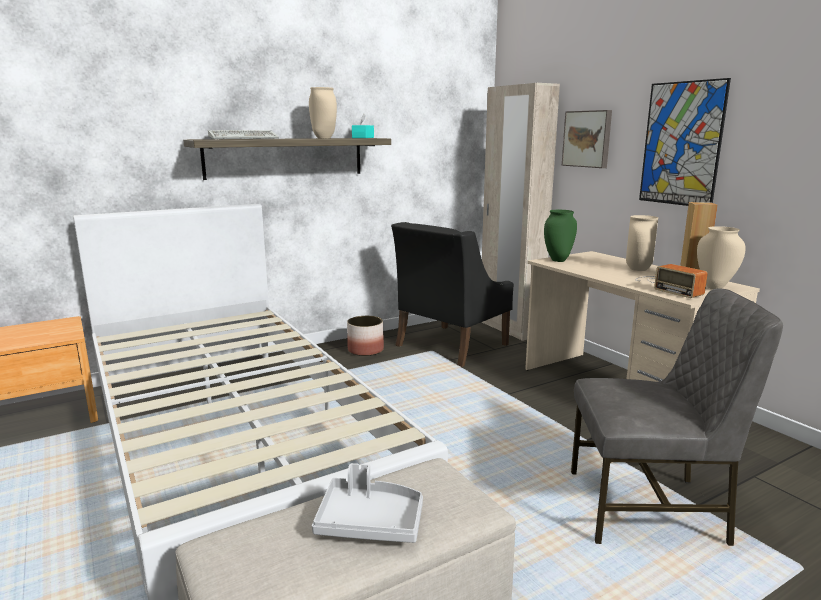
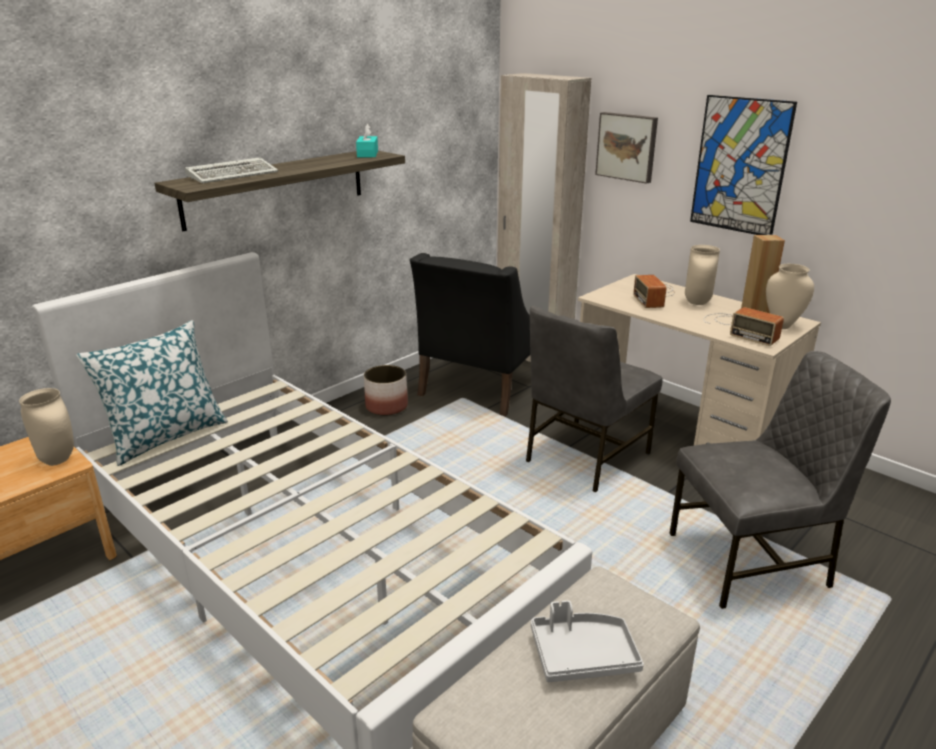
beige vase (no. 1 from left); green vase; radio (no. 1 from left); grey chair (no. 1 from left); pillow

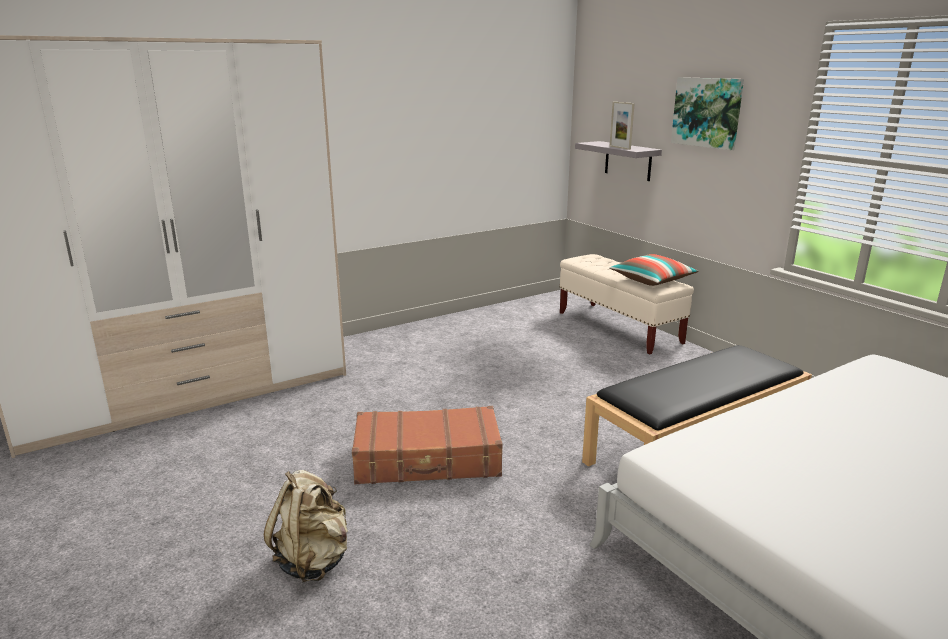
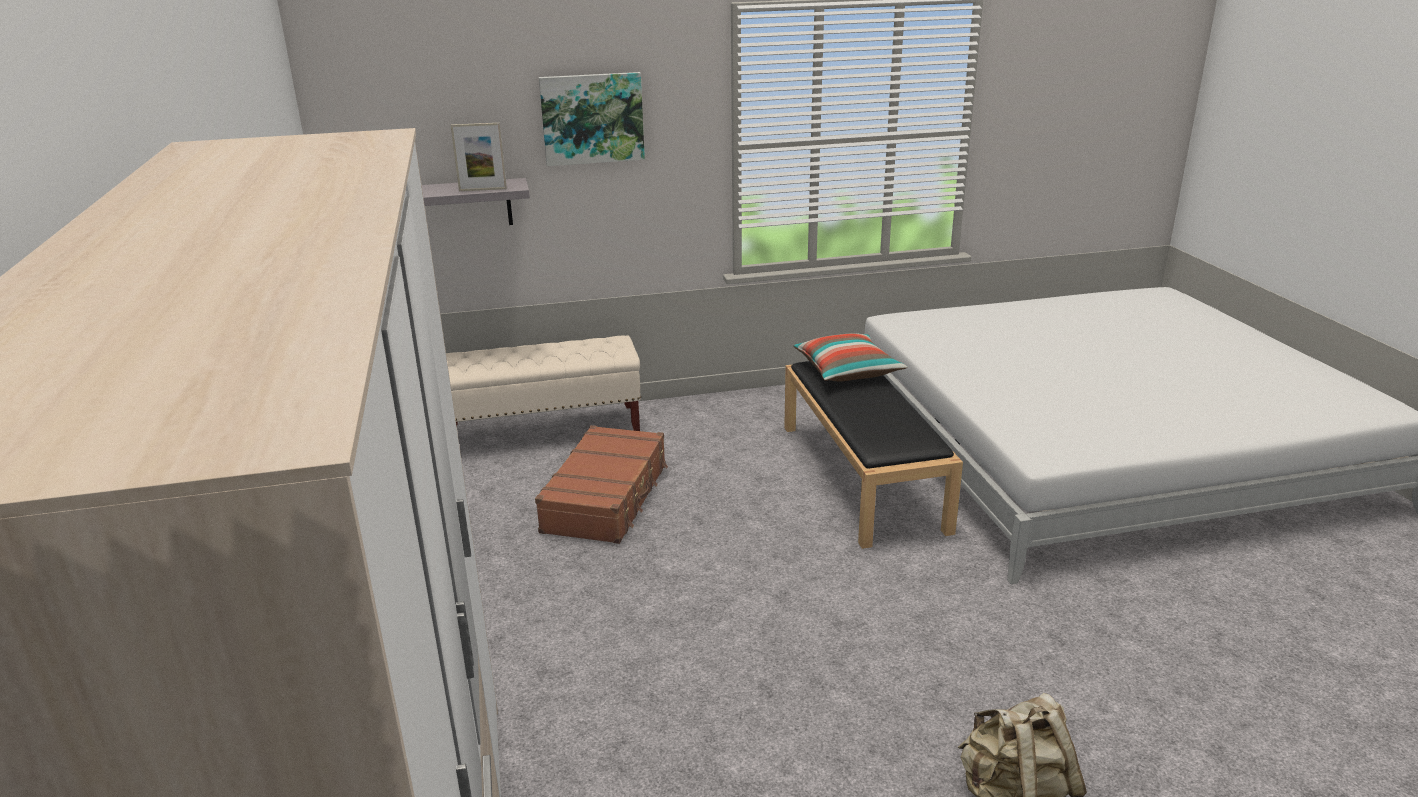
pillow; brown suitcase

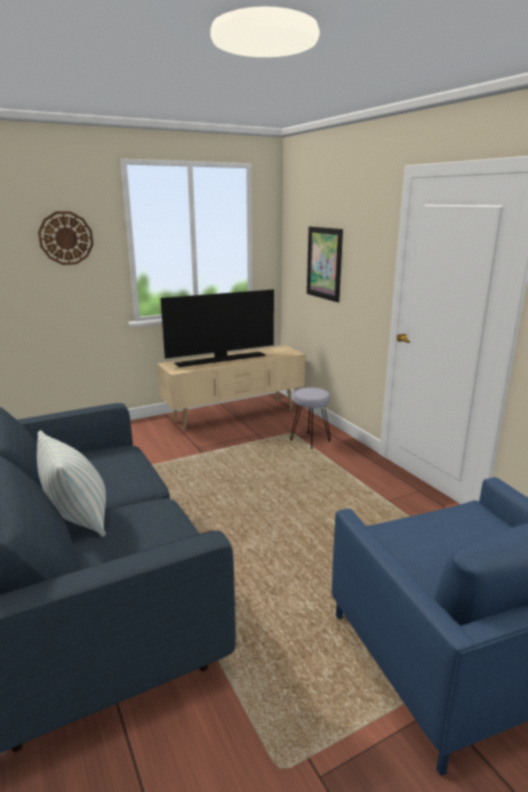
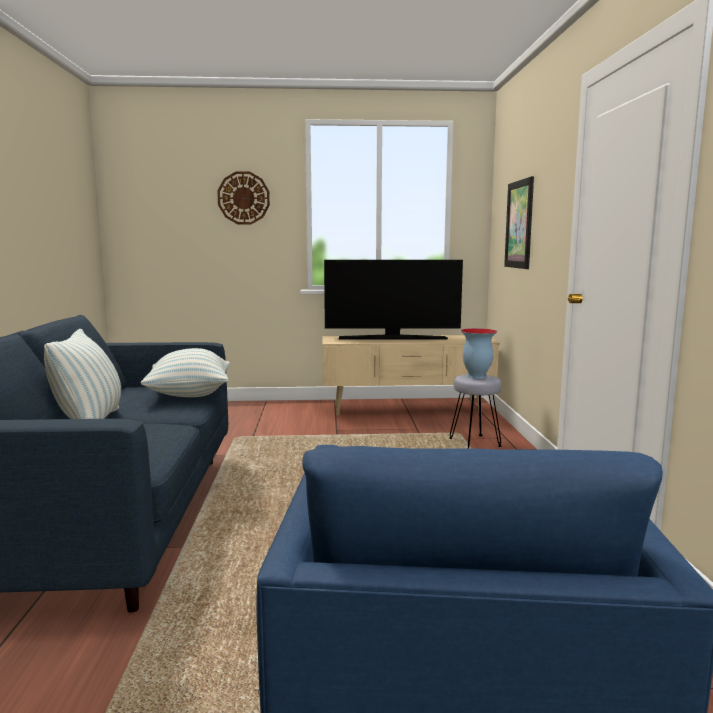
vase; pillow (no. 2 from left)

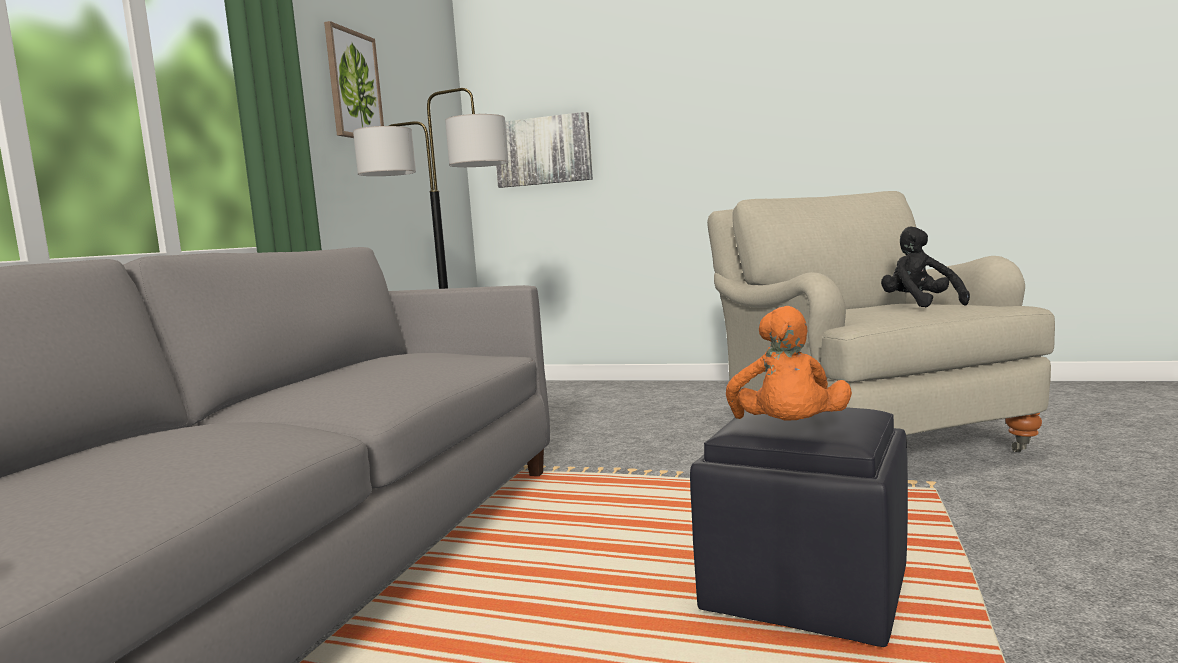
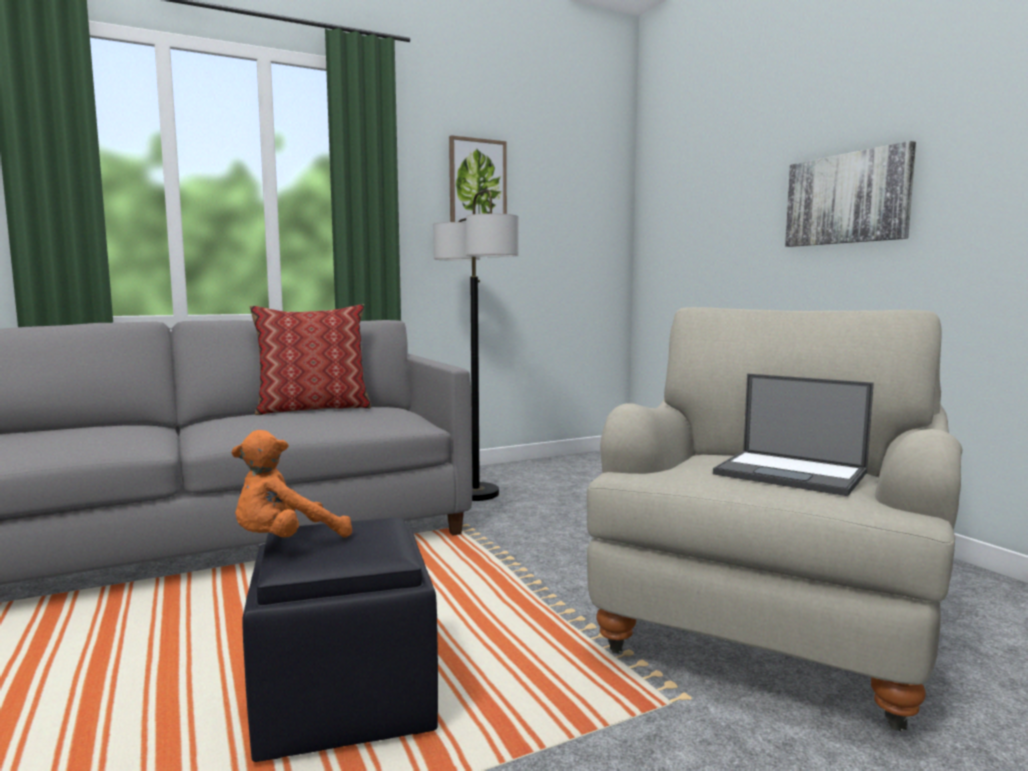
picture (no. 2 from left); laptop; pillow

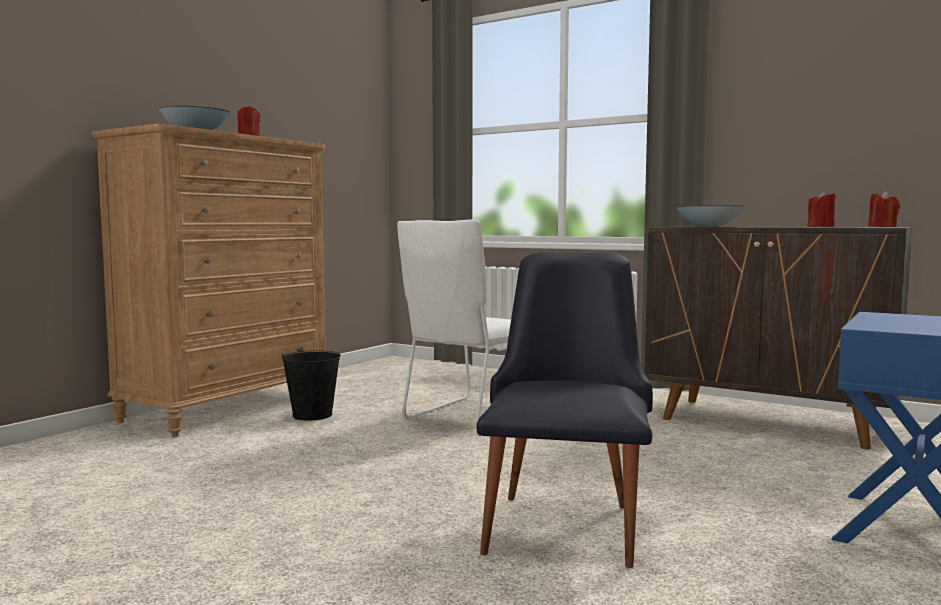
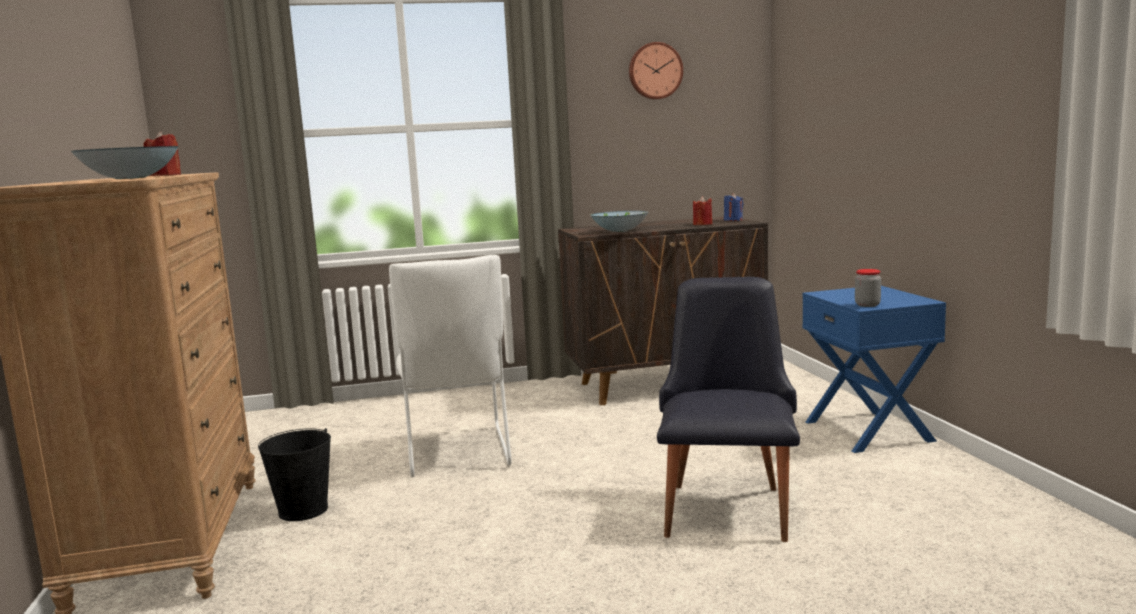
blue candle; black chair; wall clock; jar

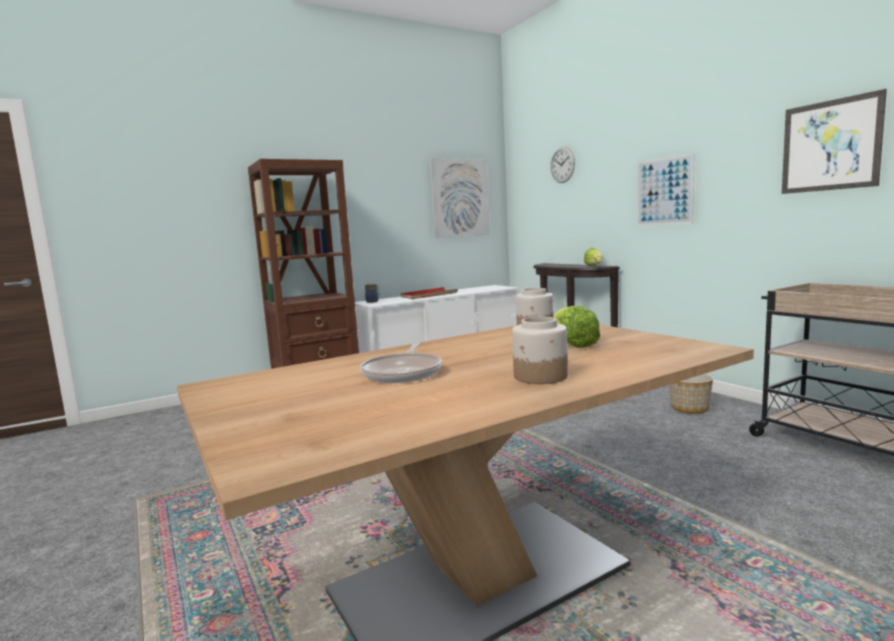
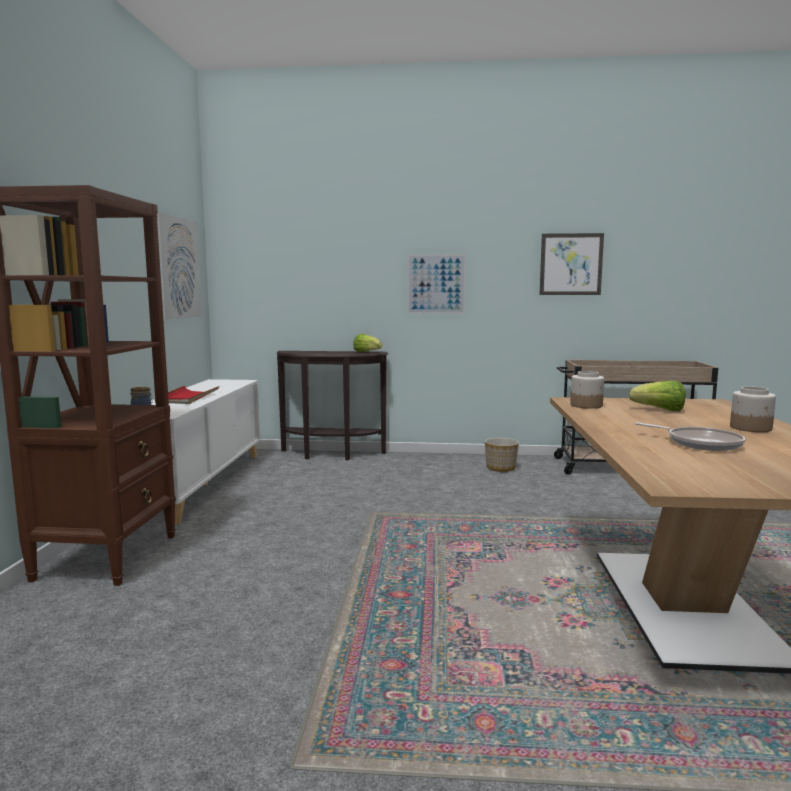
wall clock

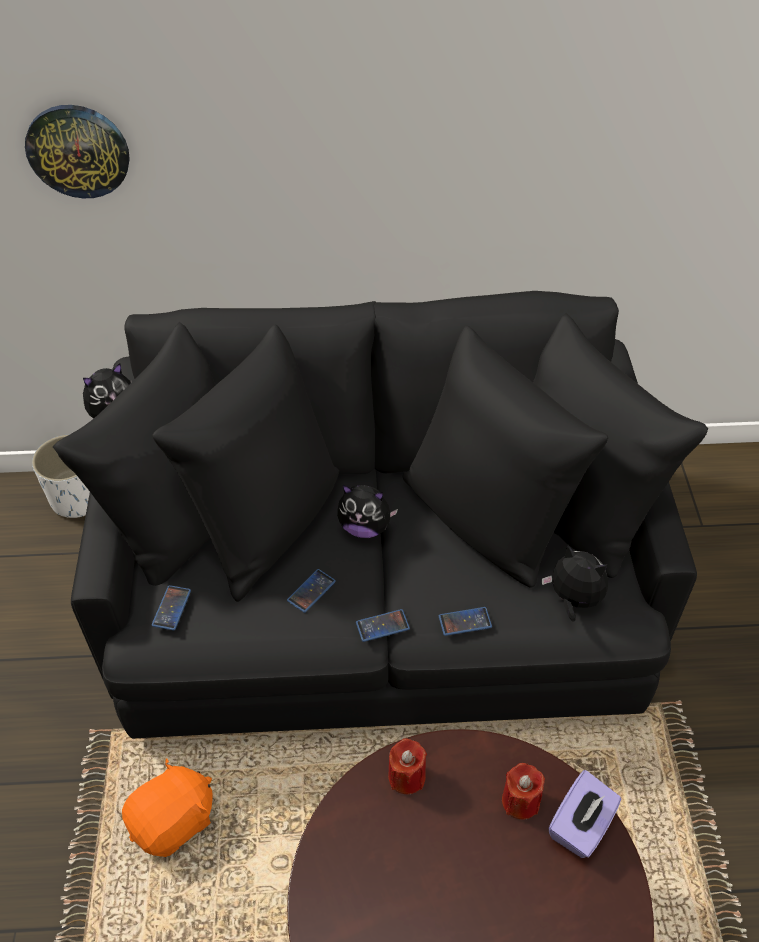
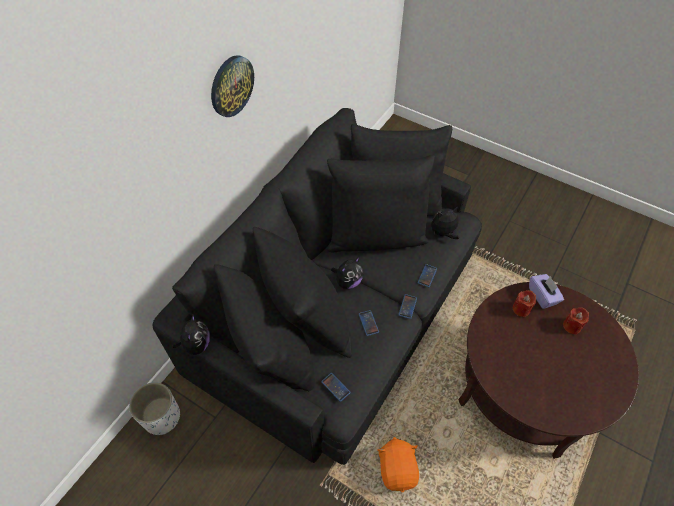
wall clock; red candle (no. 2 from left)

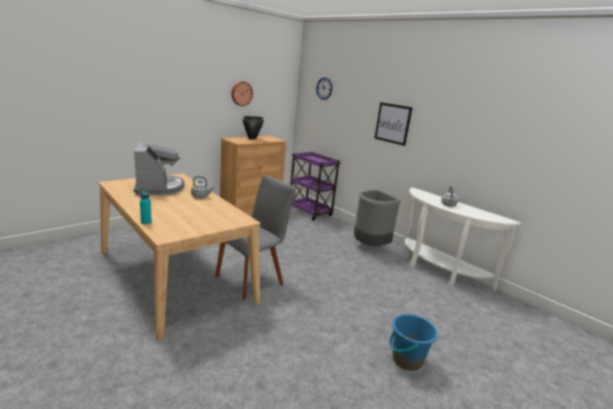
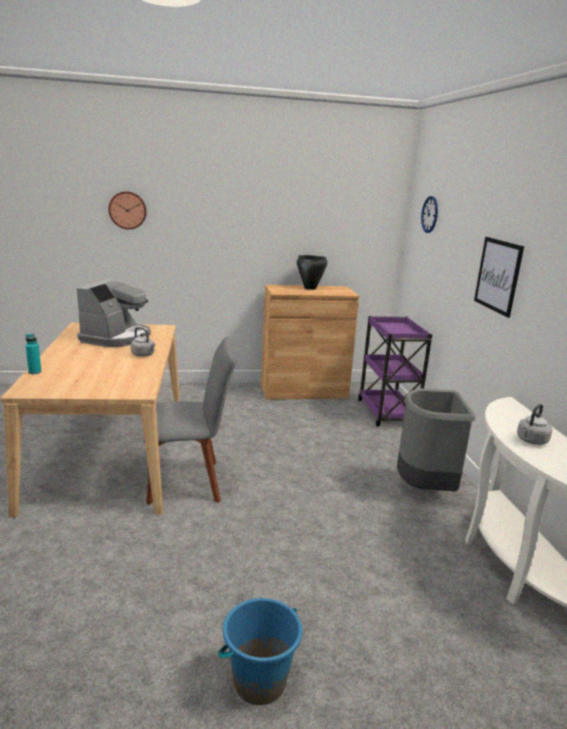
wall clock (no. 1 from left)

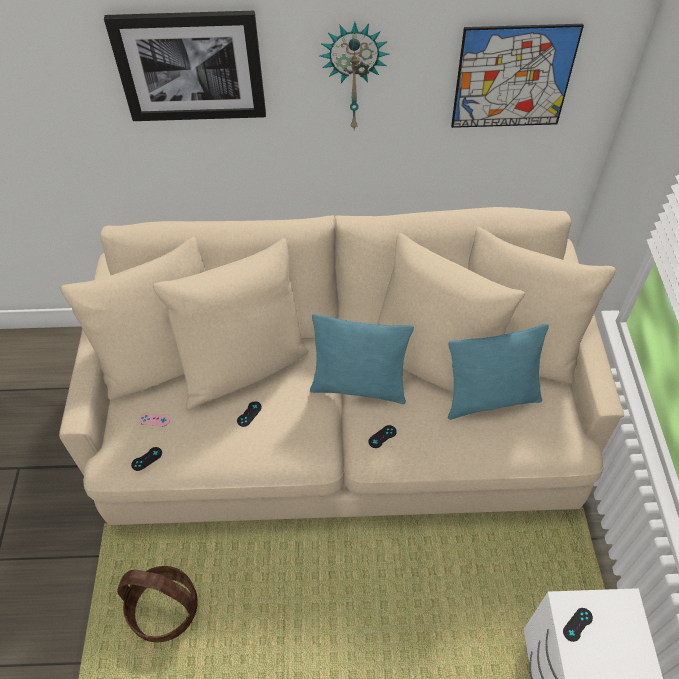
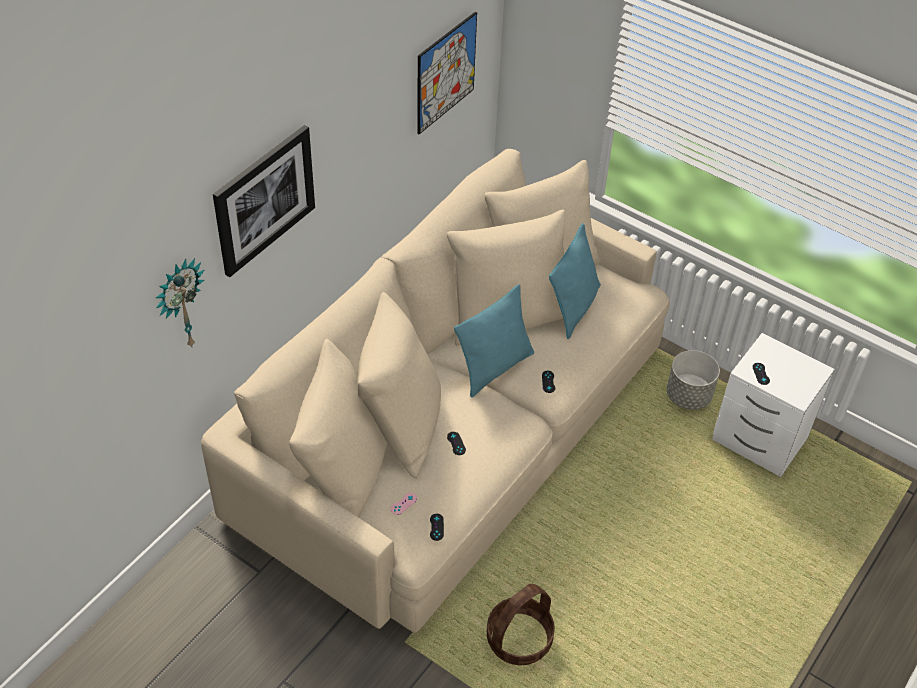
wall clock; grey planter

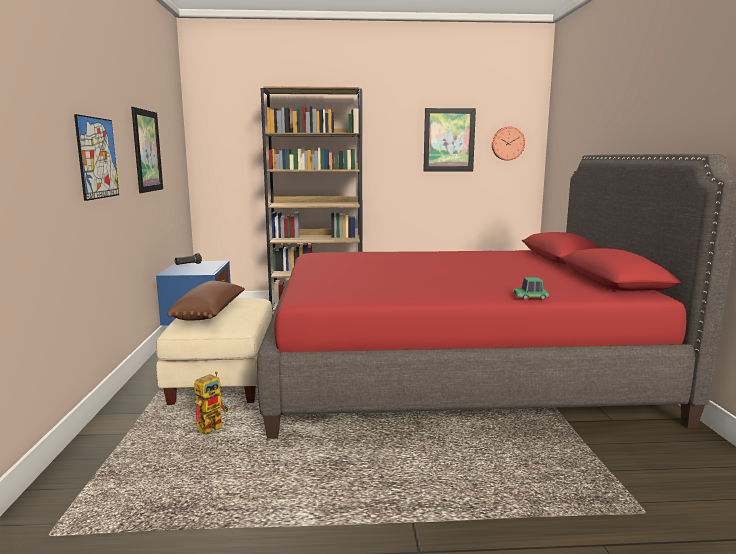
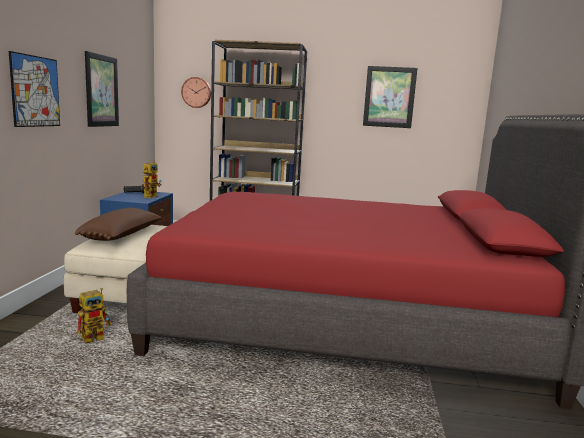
wall clock; toy car; toy robot (no. 2 from left)

